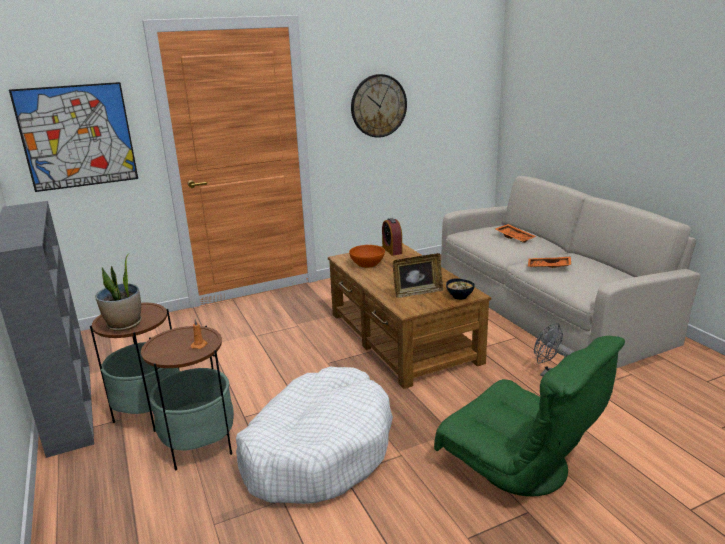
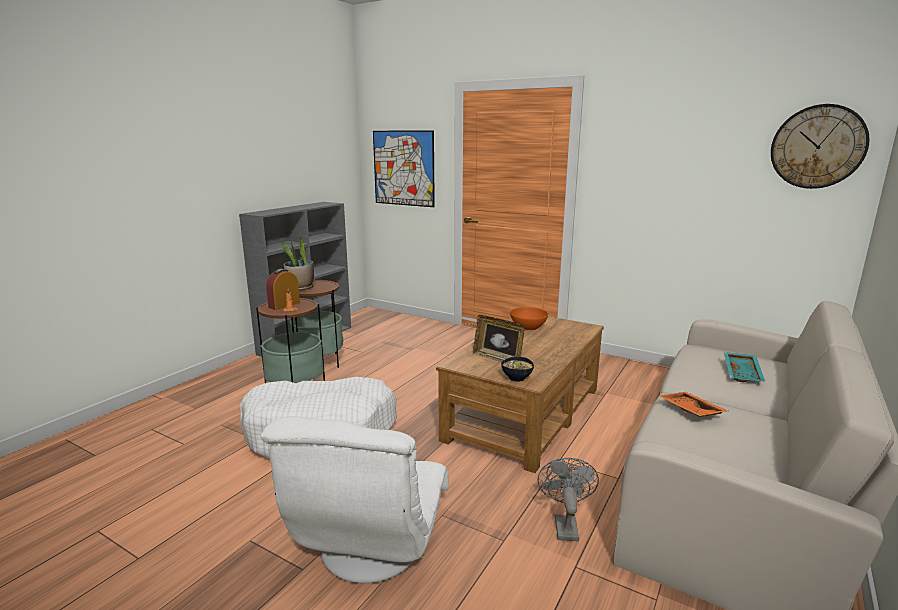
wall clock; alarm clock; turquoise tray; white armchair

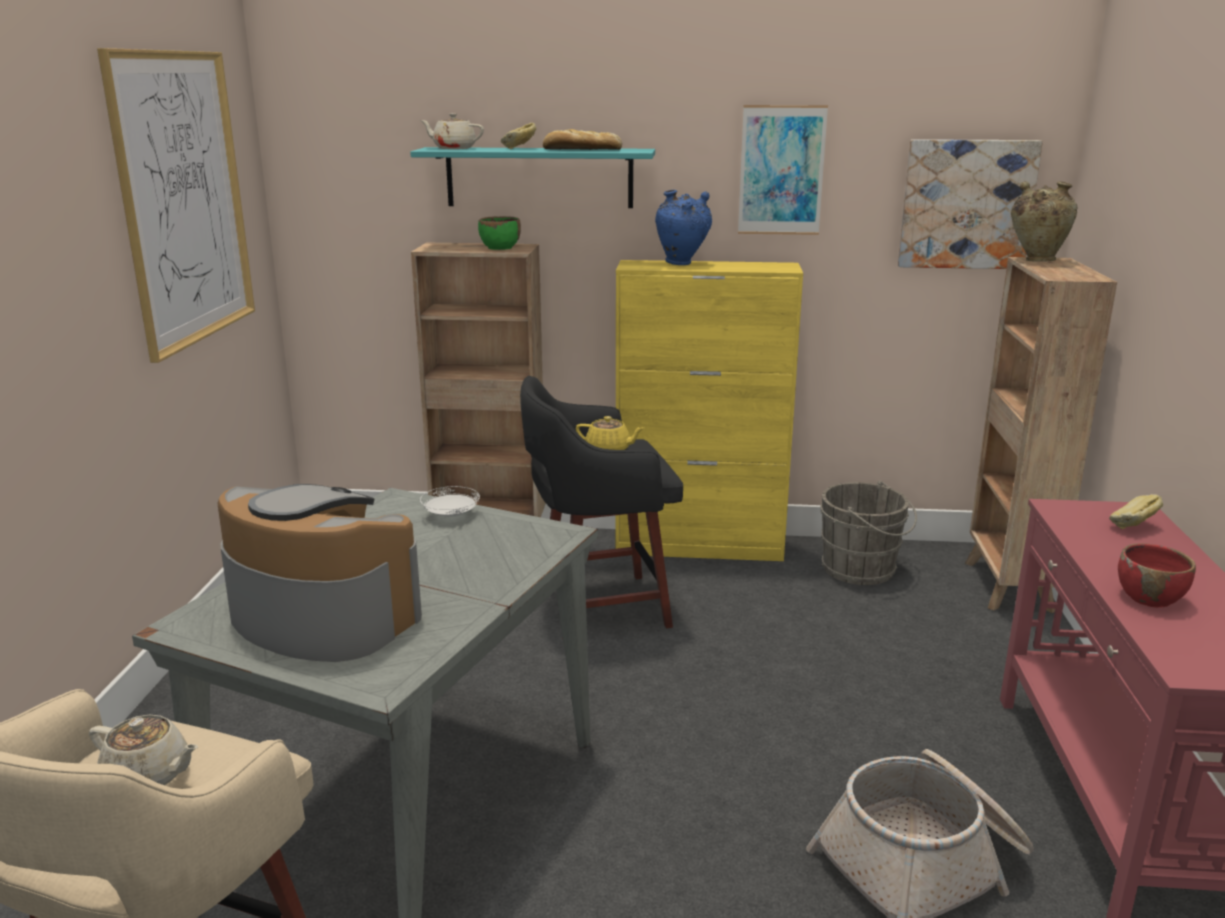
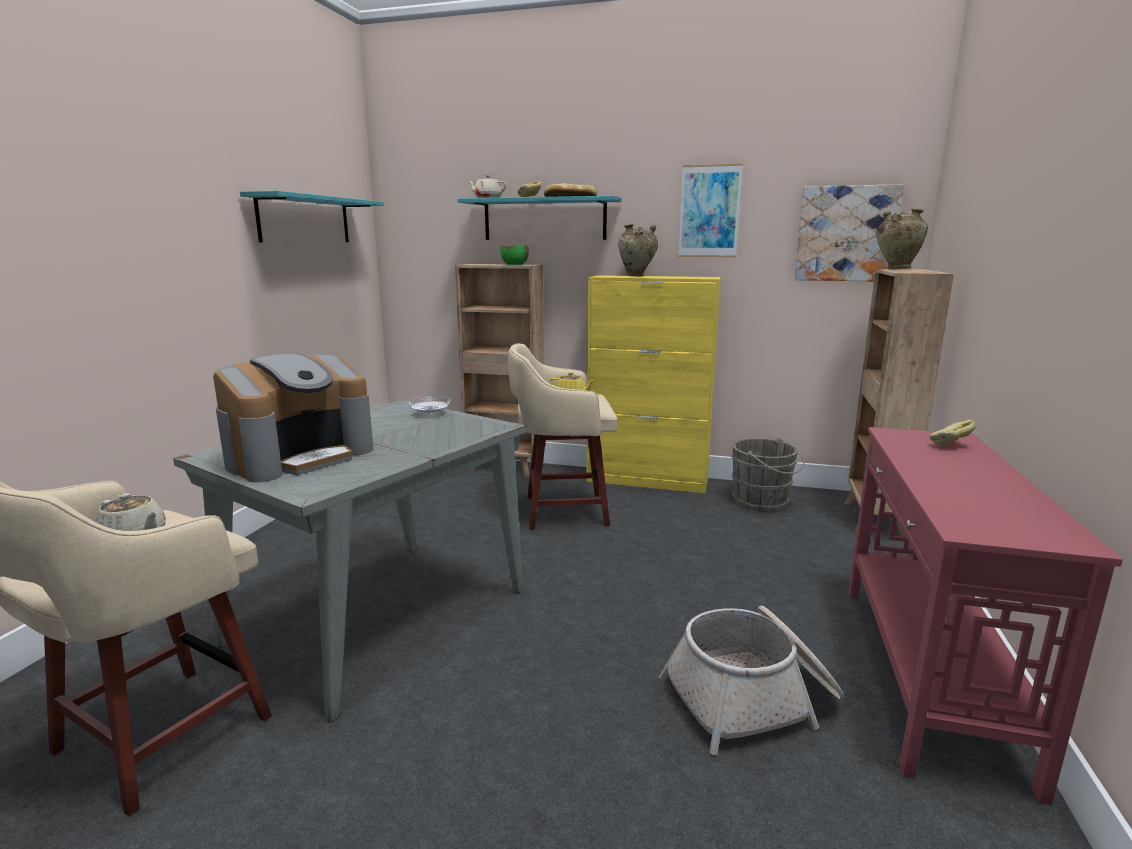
turquoise shelf (no. 1 from left); beige vase (no. 1 from left); beige stool (no. 2 from left); coffee machine; red bowl

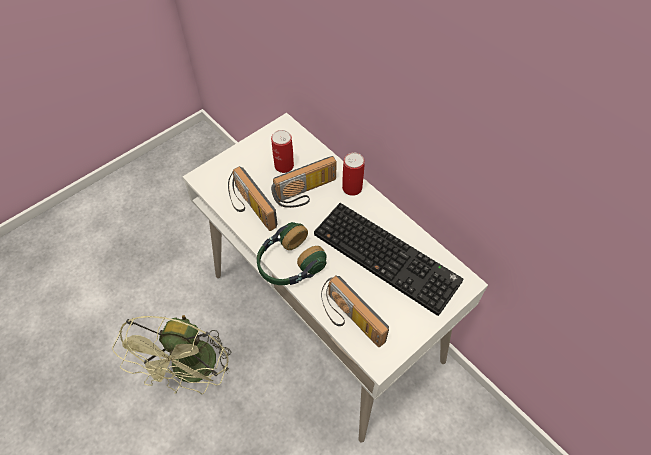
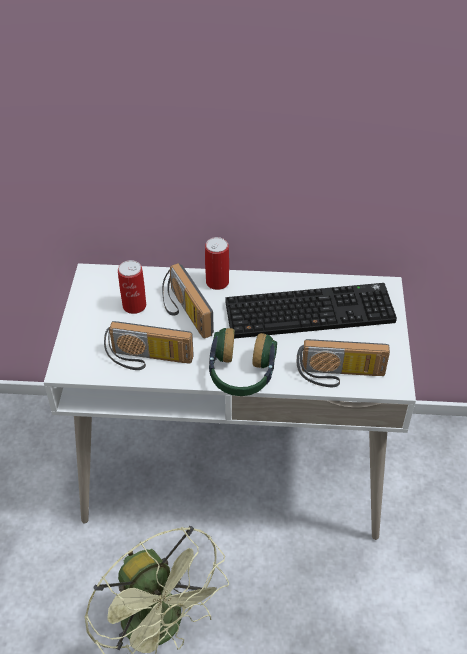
radio (no. 2 from left)

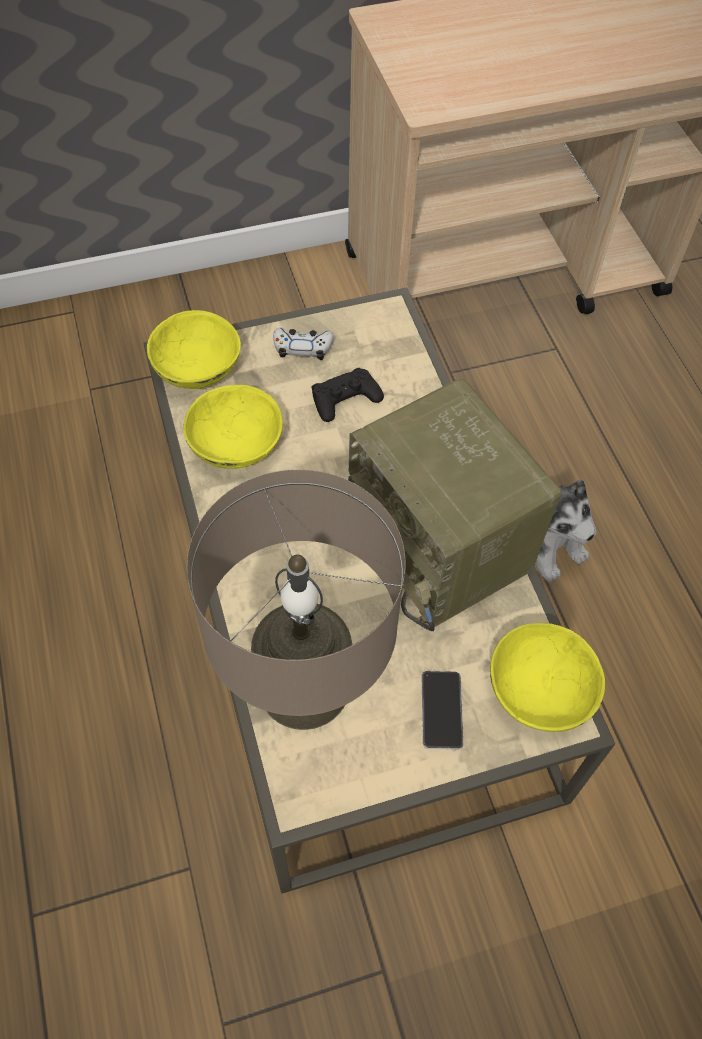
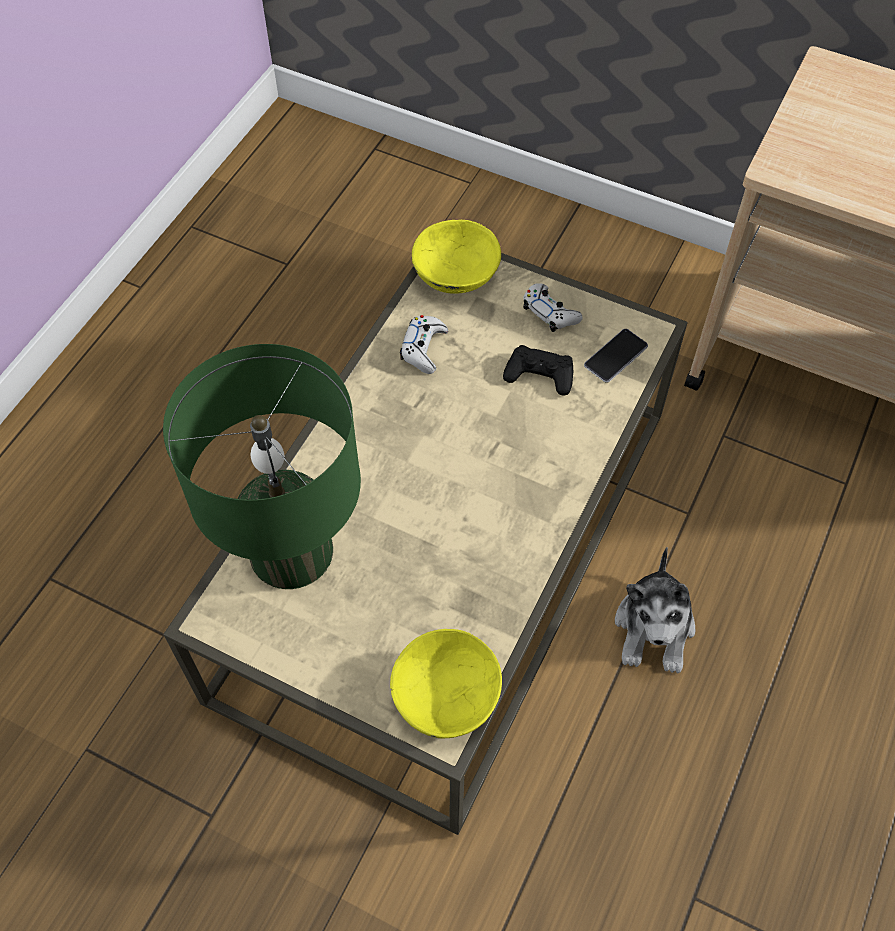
radio; white game controller (no. 1 from left); green table lamp; phone

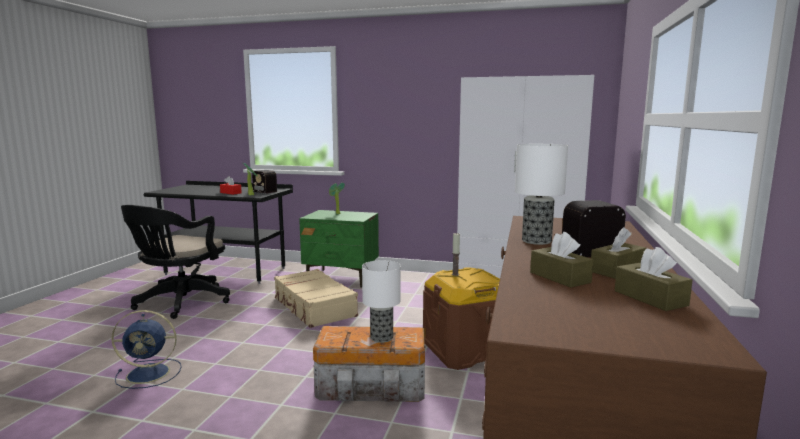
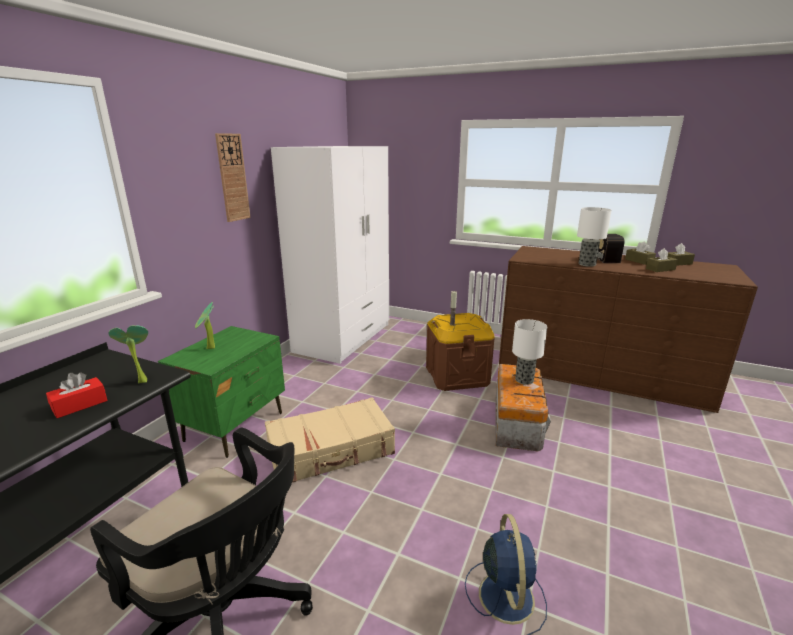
radio (no. 1 from left in the first image); wall clock

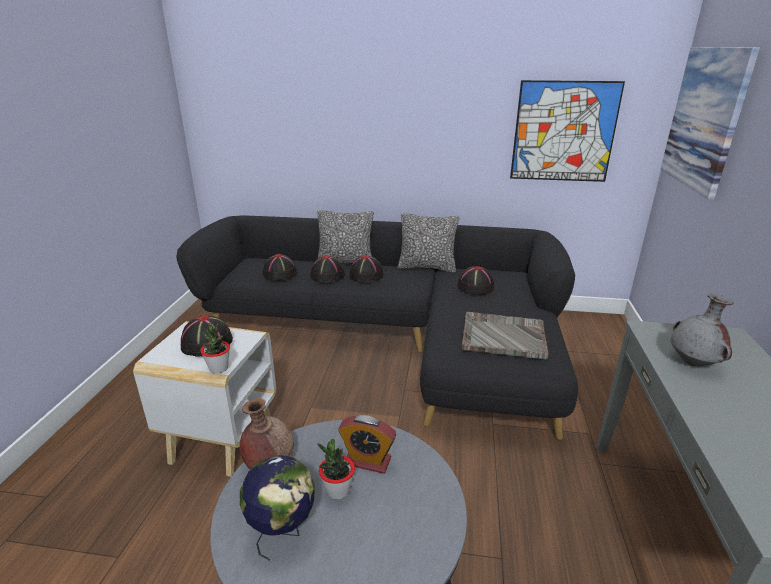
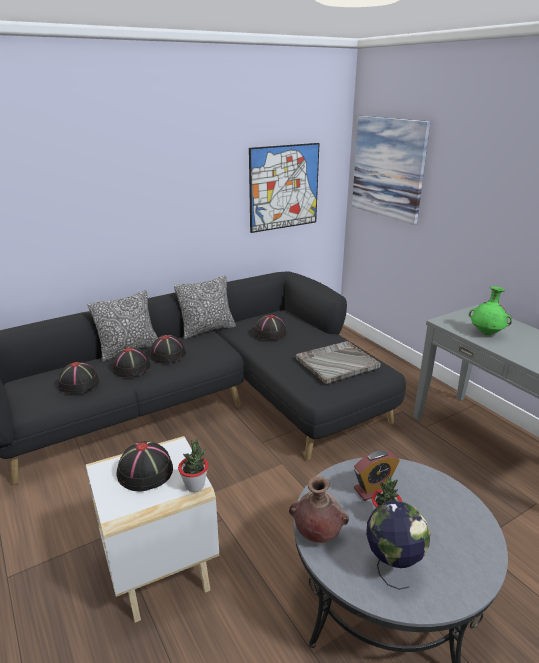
green vase

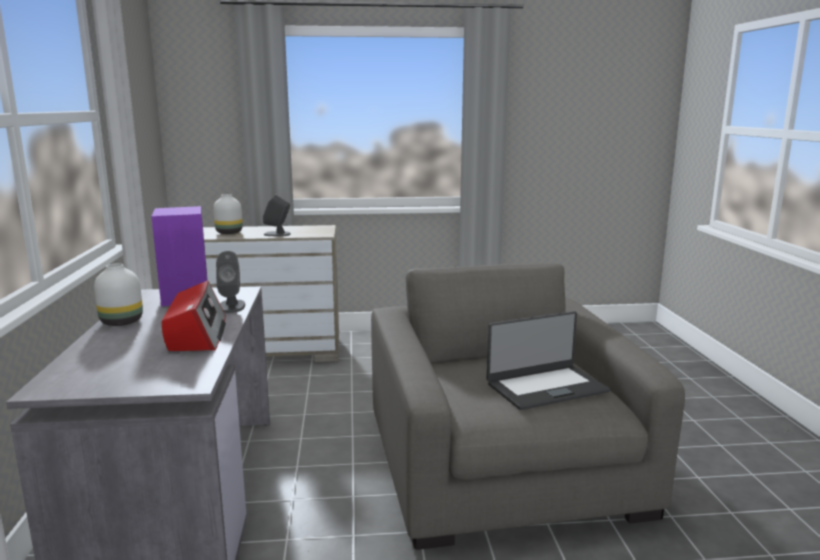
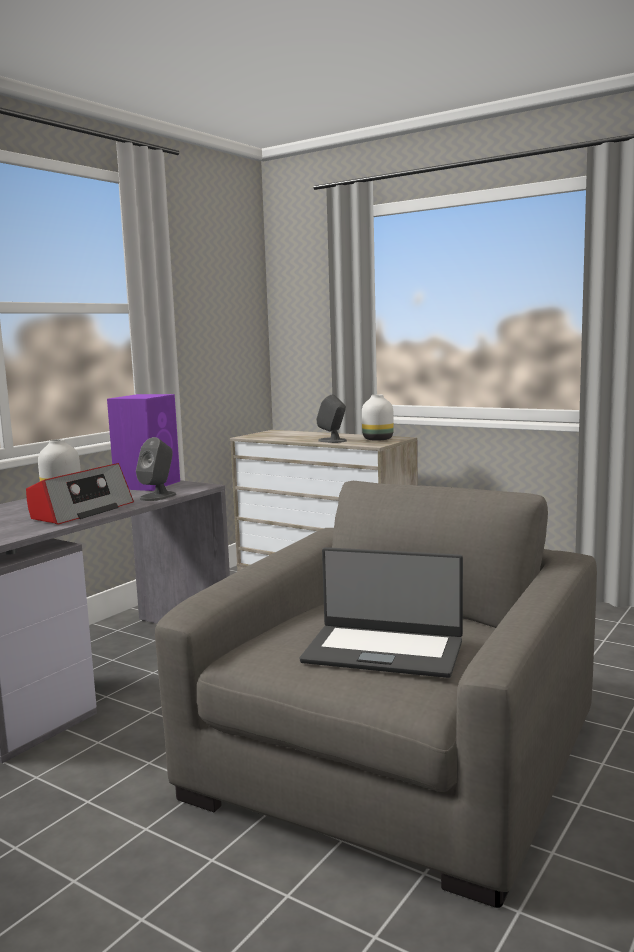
white vase (no. 2 from left)

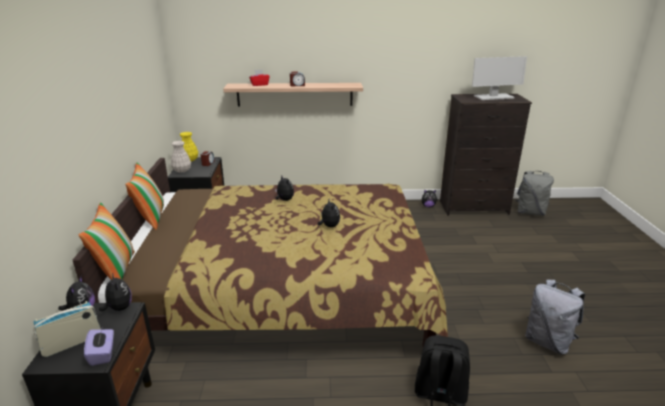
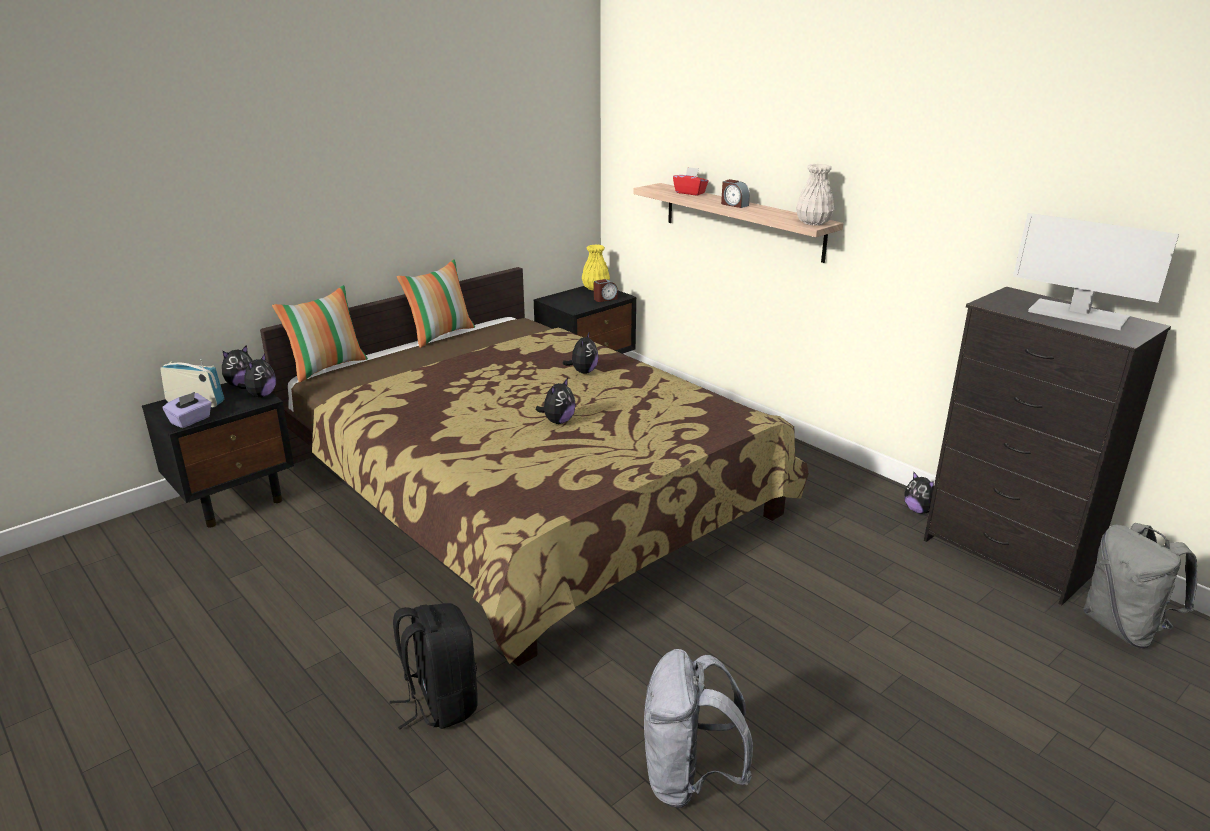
white vase

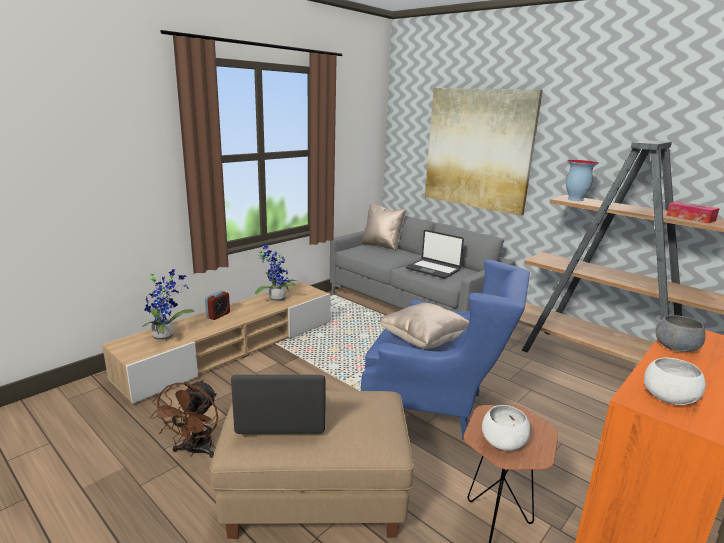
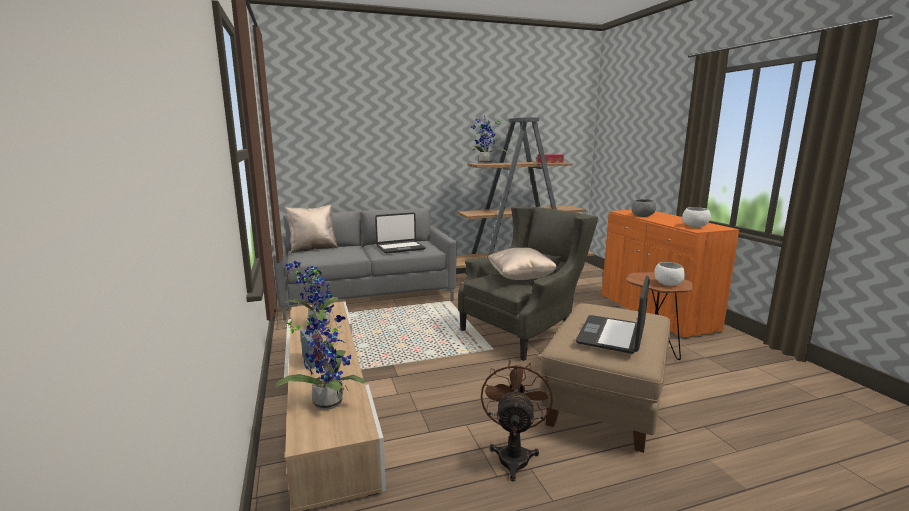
picture; potted plant (no. 3 from left); grey armchair; brown fan

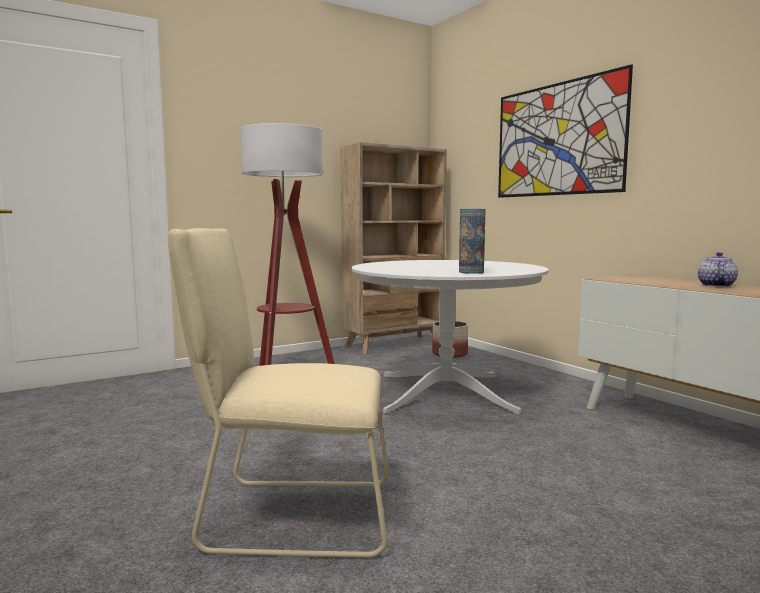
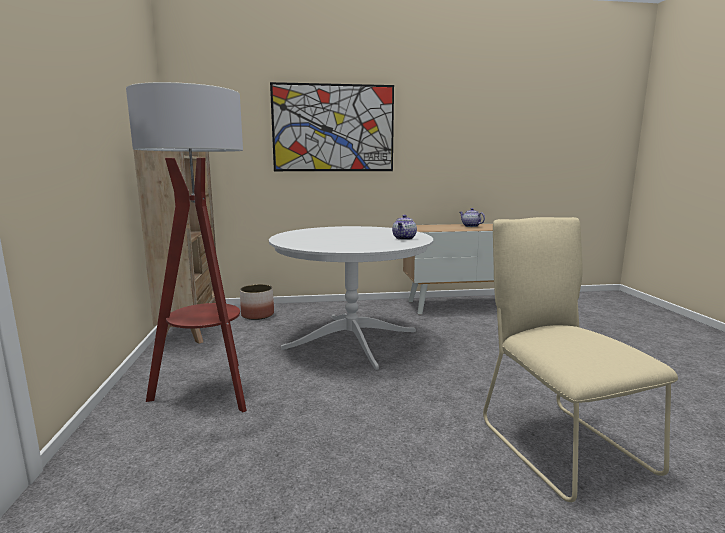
teapot (no. 1 from left); beige chair

